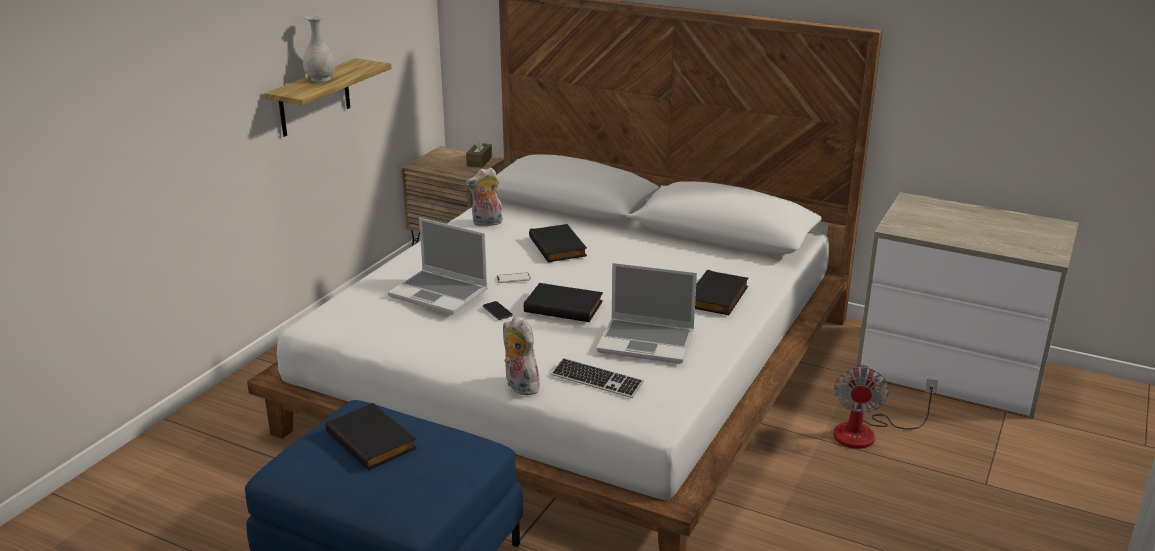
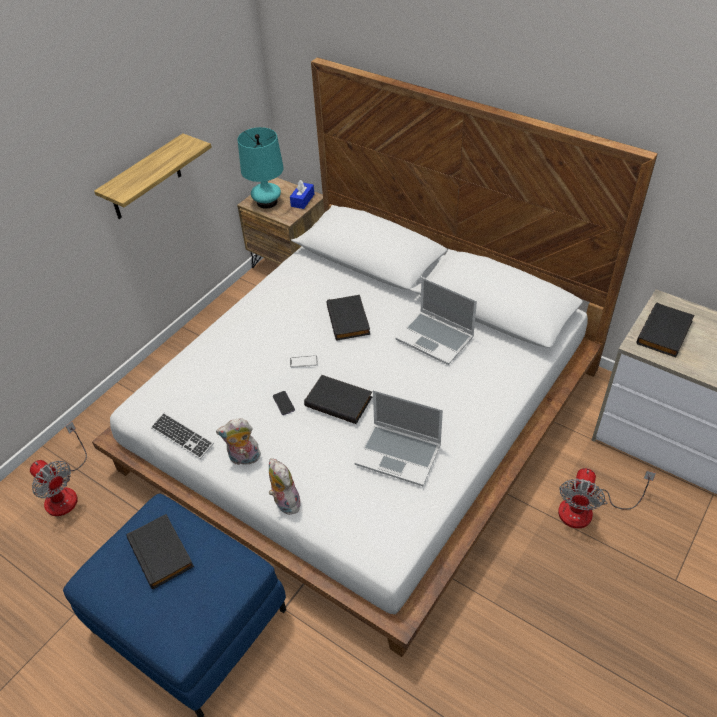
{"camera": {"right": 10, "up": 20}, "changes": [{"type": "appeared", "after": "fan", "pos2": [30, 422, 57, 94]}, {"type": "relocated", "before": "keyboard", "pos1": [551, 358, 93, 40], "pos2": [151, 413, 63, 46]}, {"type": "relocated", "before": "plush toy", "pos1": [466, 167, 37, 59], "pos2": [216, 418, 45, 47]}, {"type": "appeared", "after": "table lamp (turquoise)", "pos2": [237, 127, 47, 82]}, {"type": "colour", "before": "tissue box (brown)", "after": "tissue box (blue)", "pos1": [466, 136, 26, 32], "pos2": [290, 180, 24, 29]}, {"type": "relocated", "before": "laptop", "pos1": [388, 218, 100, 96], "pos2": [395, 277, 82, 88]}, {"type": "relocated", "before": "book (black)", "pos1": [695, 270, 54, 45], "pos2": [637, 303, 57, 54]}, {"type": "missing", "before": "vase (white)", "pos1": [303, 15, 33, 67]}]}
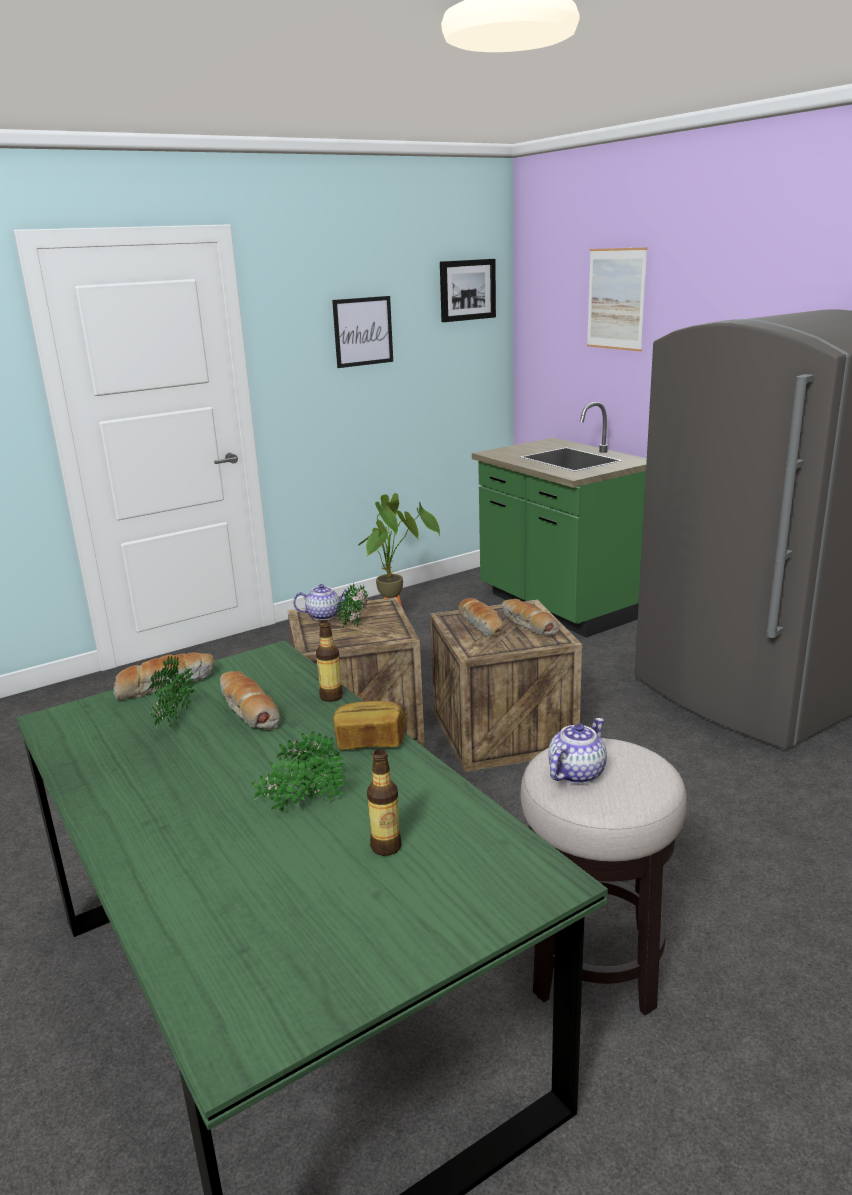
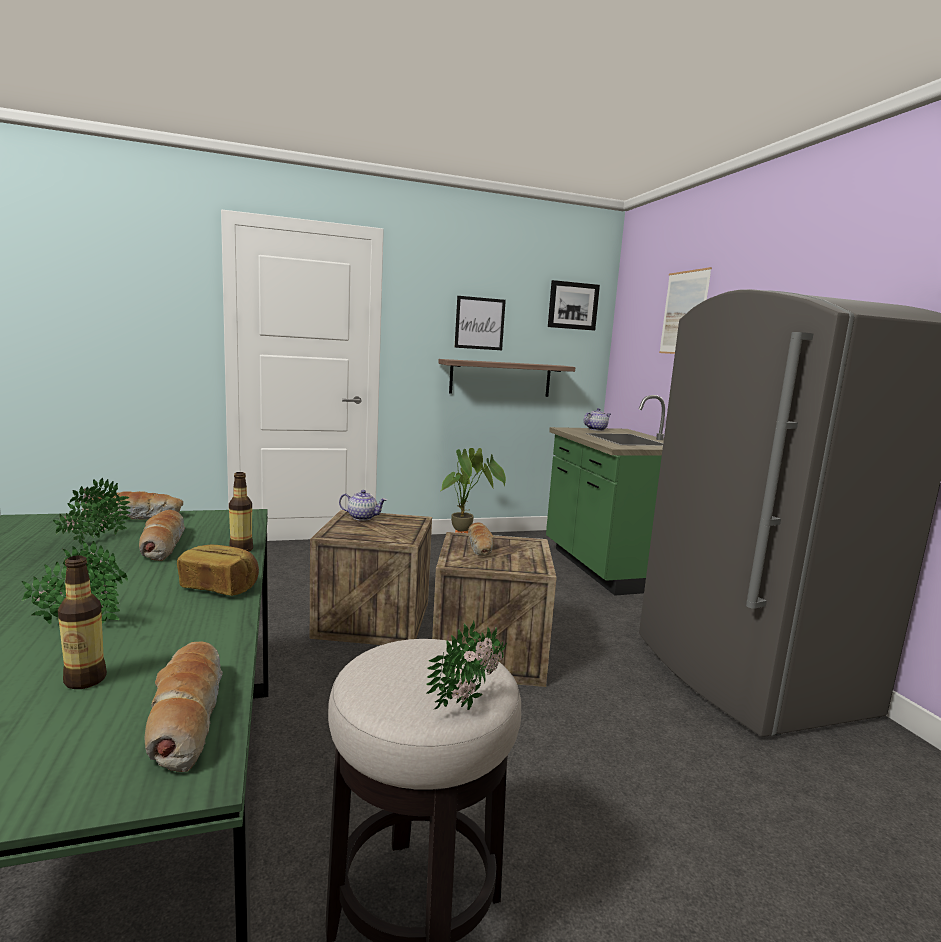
{"camera": {"right": 15, "up": -10}, "changes": [{"type": "relocated", "before": "bread", "pos1": [502, 599, 57, 37], "pos2": [145, 642, 78, 130]}, {"type": "relocated", "before": "potted plant", "pos1": [337, 582, 31, 46], "pos2": [426, 621, 81, 89]}, {"type": "appeared", "after": "shelf", "pos2": [438, 359, 138, 38]}, {"type": "relocated", "before": "teapot", "pos1": [548, 718, 59, 66], "pos2": [584, 408, 27, 23]}]}
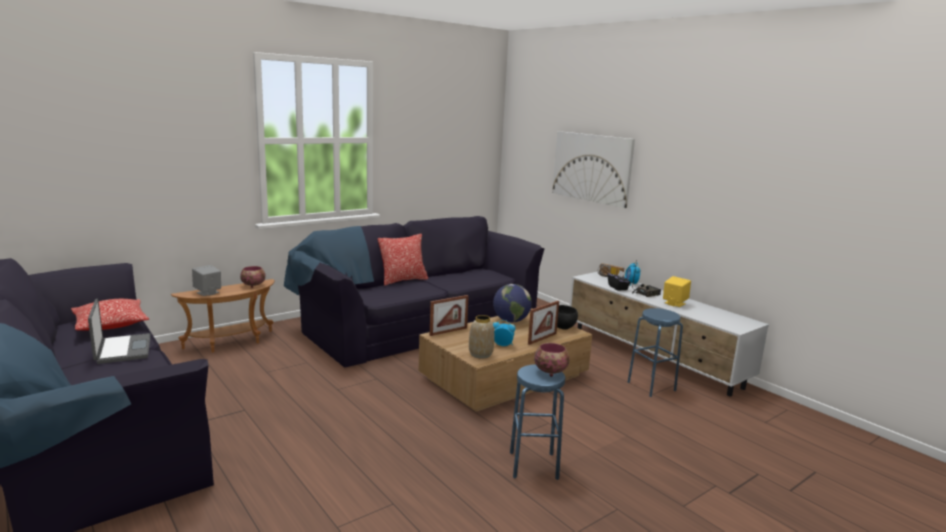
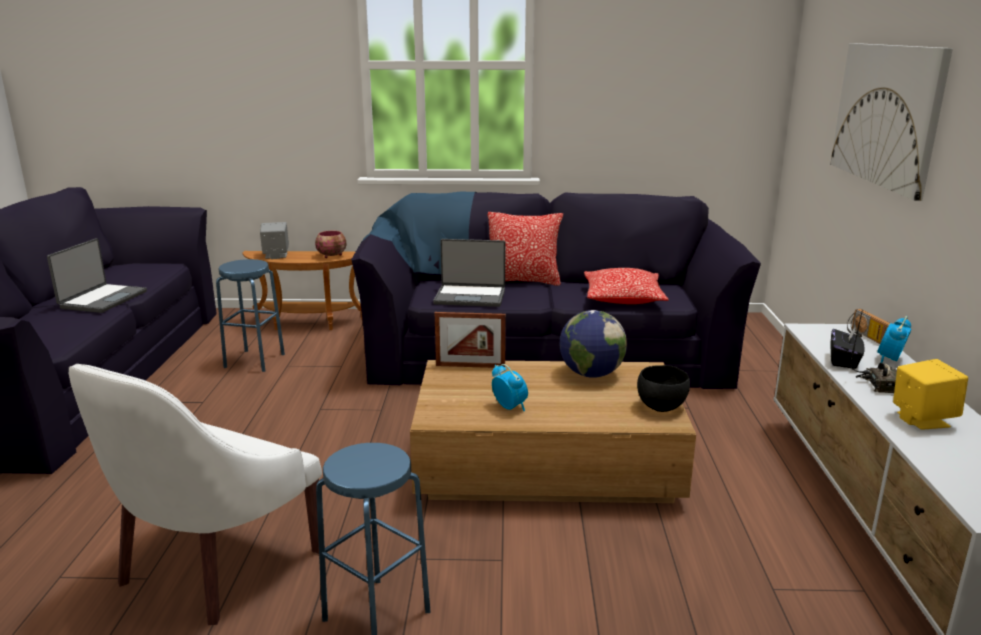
{"camera": {"right": 40, "up": 5}, "changes": [{"type": "appeared", "after": "armchair (white)", "pos2": [69, 364, 253, 261]}, {"type": "relocated", "before": "stool (blue)", "pos1": [627, 308, 56, 89], "pos2": [216, 259, 69, 113]}, {"type": "appeared", "after": "laptop", "pos2": [433, 239, 73, 68]}, {"type": "relocated", "before": "pillow", "pos1": [71, 299, 78, 32], "pos2": [584, 268, 85, 36]}, {"type": "missing", "before": "vase", "pos1": [469, 315, 25, 44]}, {"type": "missing", "before": "picture frame", "pos1": [528, 301, 31, 44]}, {"type": "missing", "before": "bowl", "pos1": [534, 343, 36, 34]}]}
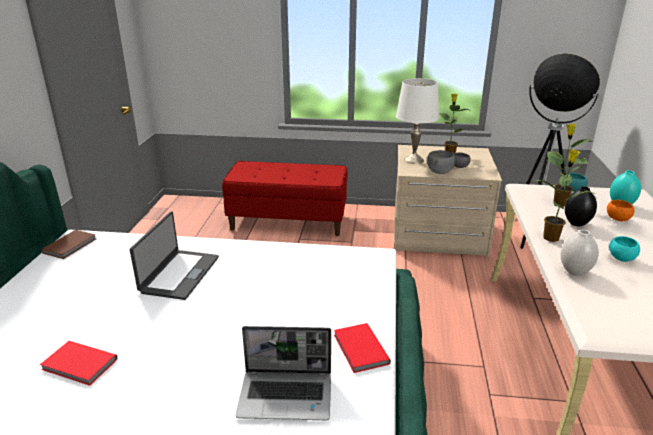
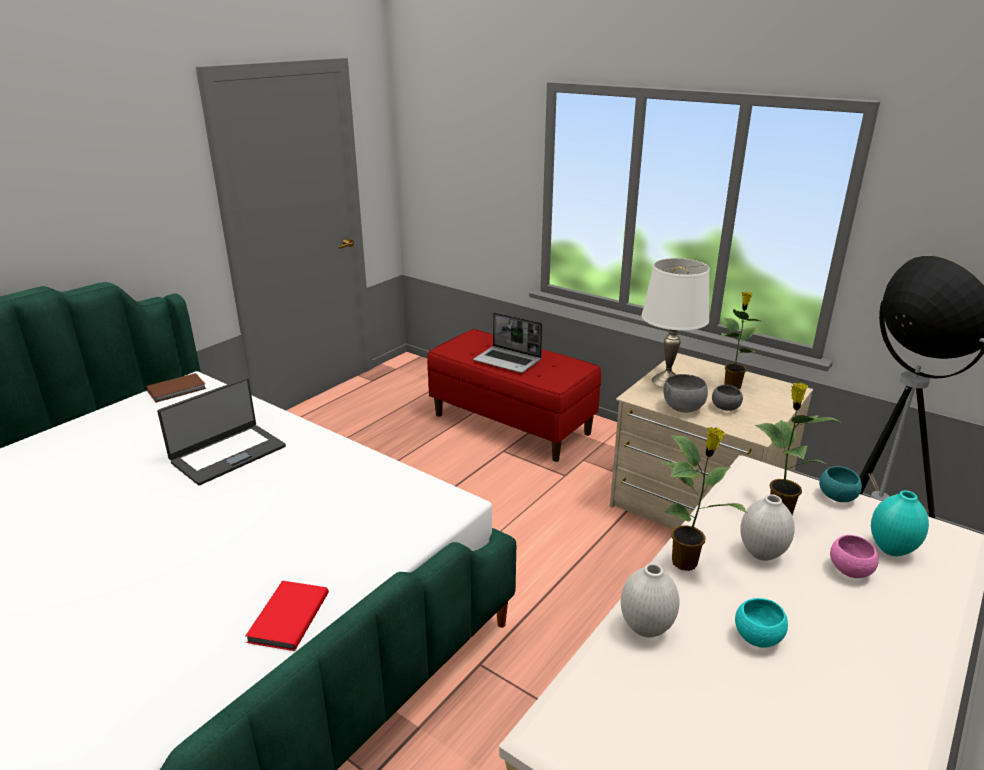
{"camera": {"right": 30, "up": 0}, "changes": [{"type": "relocated", "before": "laptop", "pos1": [236, 326, 95, 94], "pos2": [473, 312, 70, 61]}, {"type": "colour", "before": "vase (black)", "after": "vase (white)", "pos1": [565, 186, 32, 41], "pos2": [741, 494, 54, 67]}, {"type": "colour", "before": "bowl (orange)", "after": "bowl (pink)", "pos1": [607, 200, 28, 21], "pos2": [830, 535, 49, 43]}, {"type": "missing", "before": "book (red)", "pos1": [40, 341, 78, 45]}]}
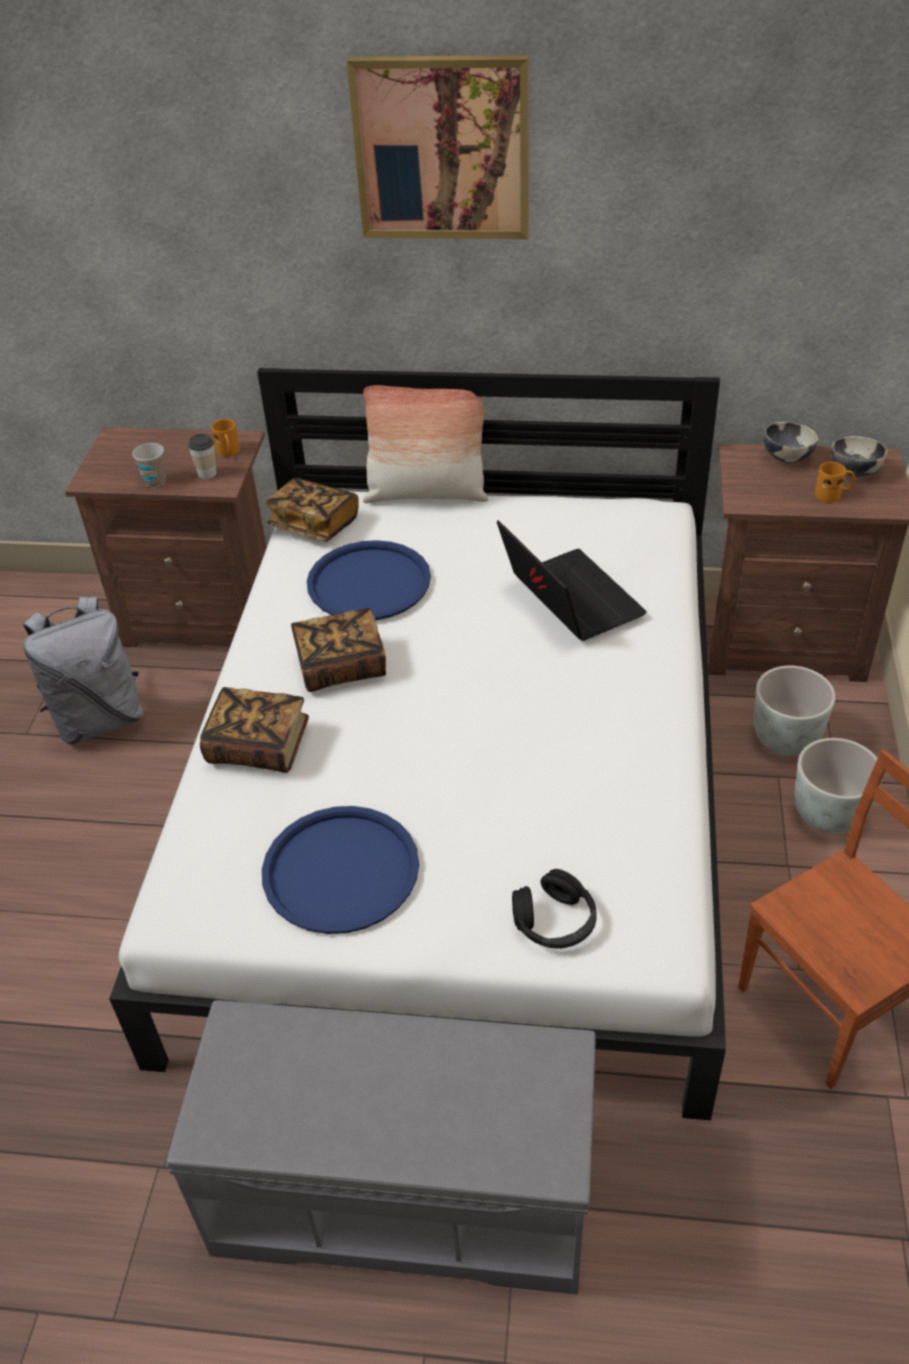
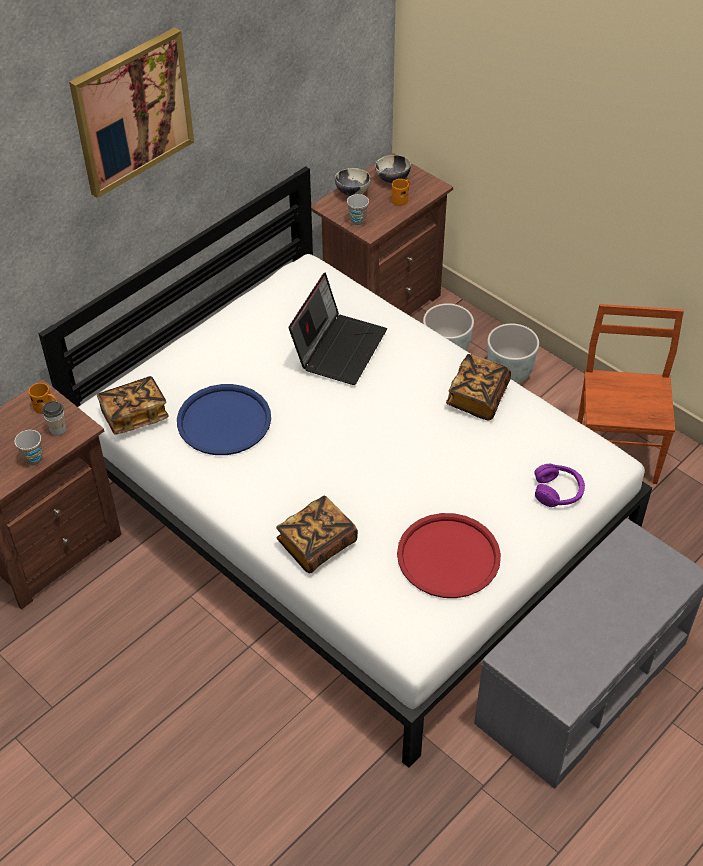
{"camera": {"right": -55, "up": 5}, "changes": [{"type": "spun", "before": "laptop", "pos1": [497, 520, 150, 121], "pos2": [289, 273, 98, 112], "turn": 105}, {"type": "appeared", "after": "cup", "pos2": [347, 194, 22, 32]}, {"type": "colour", "before": "tray (blue)", "after": "tray (red)", "pos1": [262, 806, 157, 128], "pos2": [397, 513, 104, 85]}, {"type": "relocated", "before": "book", "pos1": [291, 608, 95, 84], "pos2": [446, 354, 65, 66]}, {"type": "colour", "before": "headphones (black)", "after": "headphones (purple)", "pos1": [512, 869, 85, 80], "pos2": [534, 464, 51, 43]}, {"type": "missing", "before": "backpack (grey)", "pos1": [23, 597, 120, 147]}, {"type": "missing", "before": "pillow", "pos1": [363, 385, 126, 118]}]}
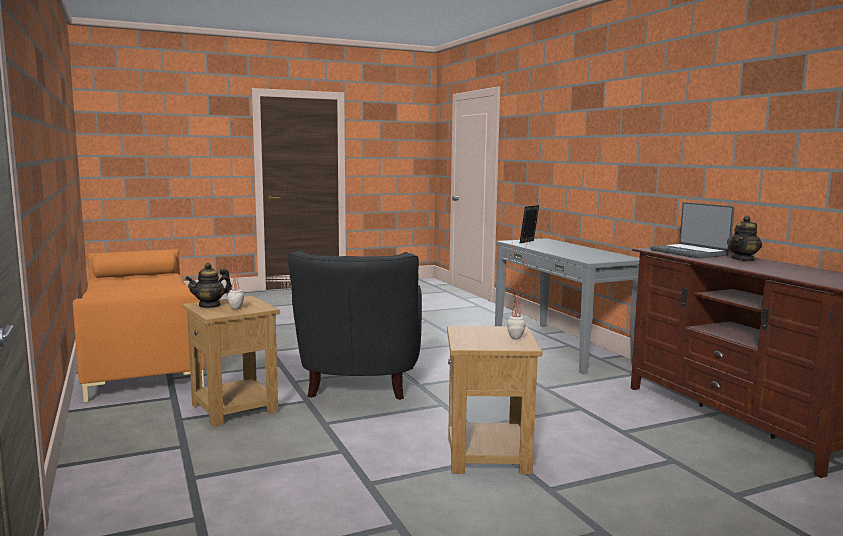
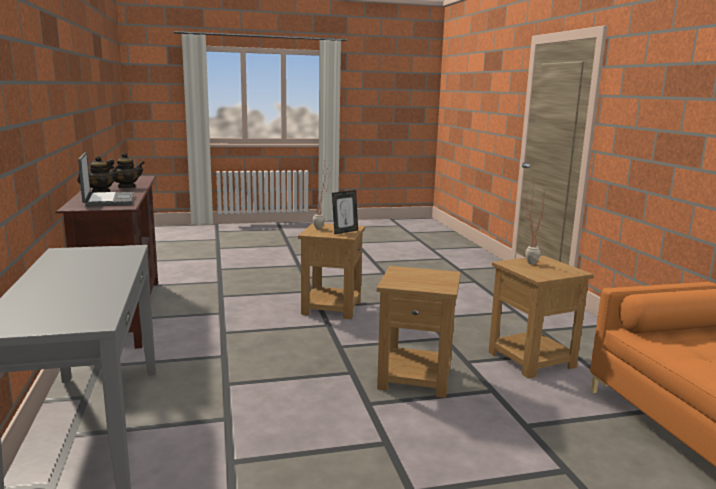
{"camera": {"right": -170, "up": 5}, "changes": [{"type": "relocated", "before": "teapot", "pos1": [185, 263, 47, 45], "pos2": [107, 153, 37, 35]}, {"type": "relocated", "before": "picture frame", "pos1": [520, 205, 19, 38], "pos2": [332, 190, 26, 45]}, {"type": "exchanged", "before": "armchair (black)", "after": "side table (brown)", "pos1": [288, 250, 134, 150], "pos2": [377, 266, 84, 132]}]}
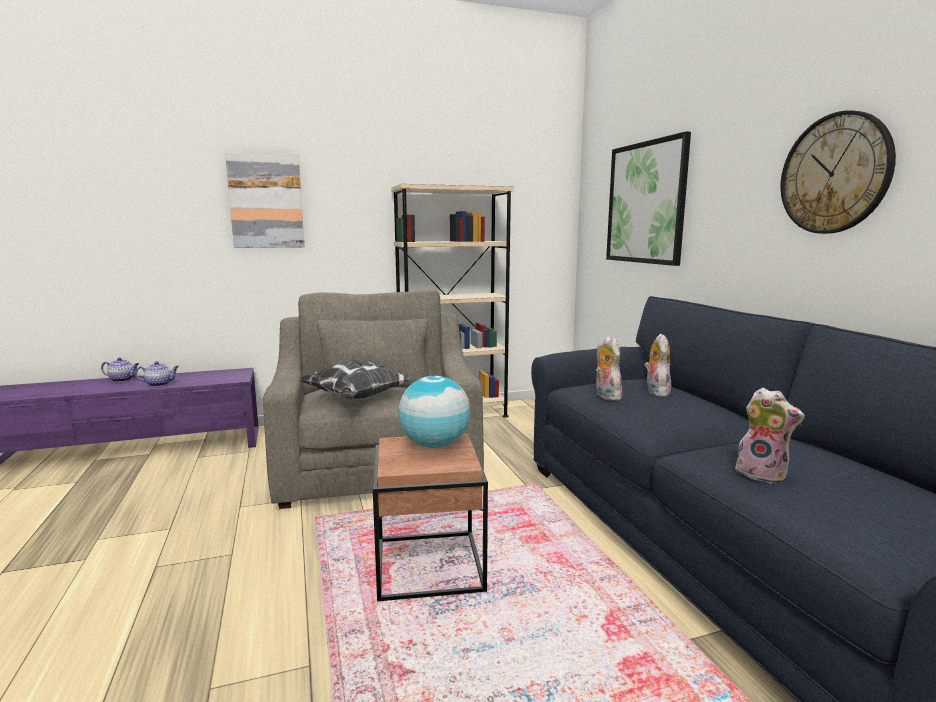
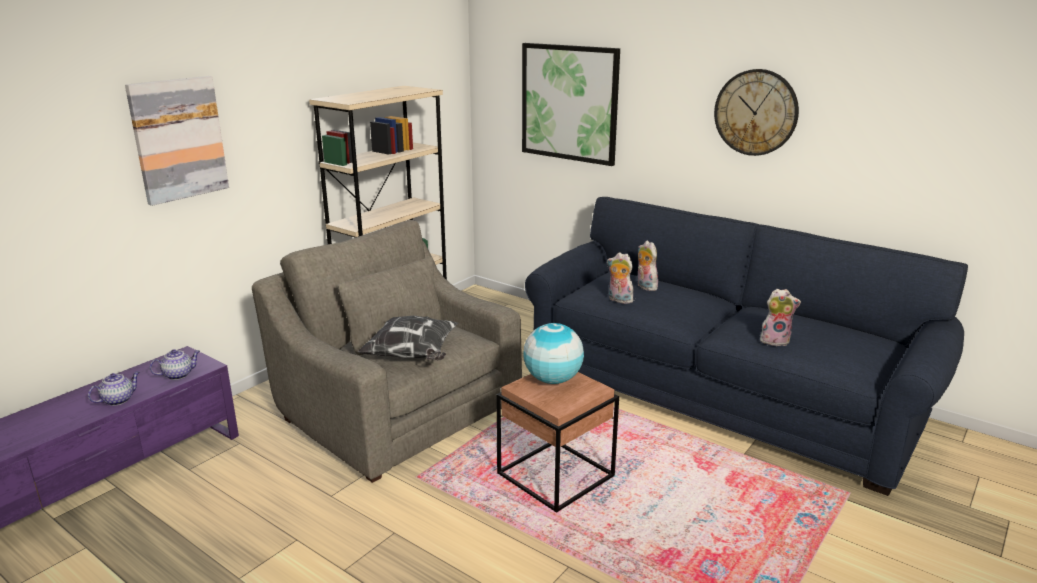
{"camera": {"right": -35, "up": 10}, "changes": [{"type": "relocated", "before": "teapot", "pos1": [101, 358, 38, 24], "pos2": [150, 349, 50, 31]}]}
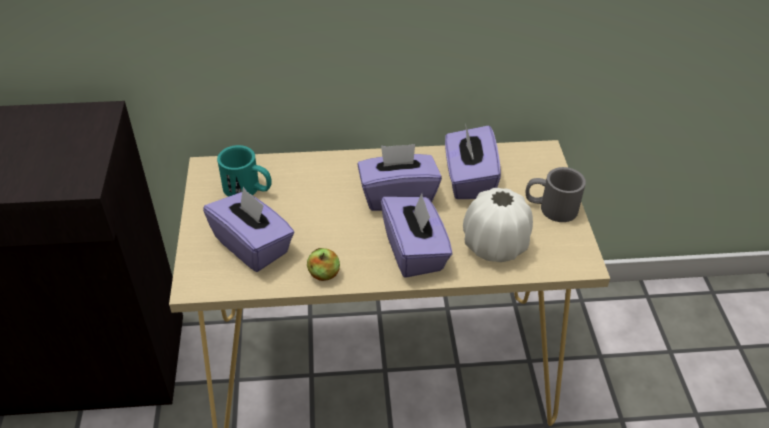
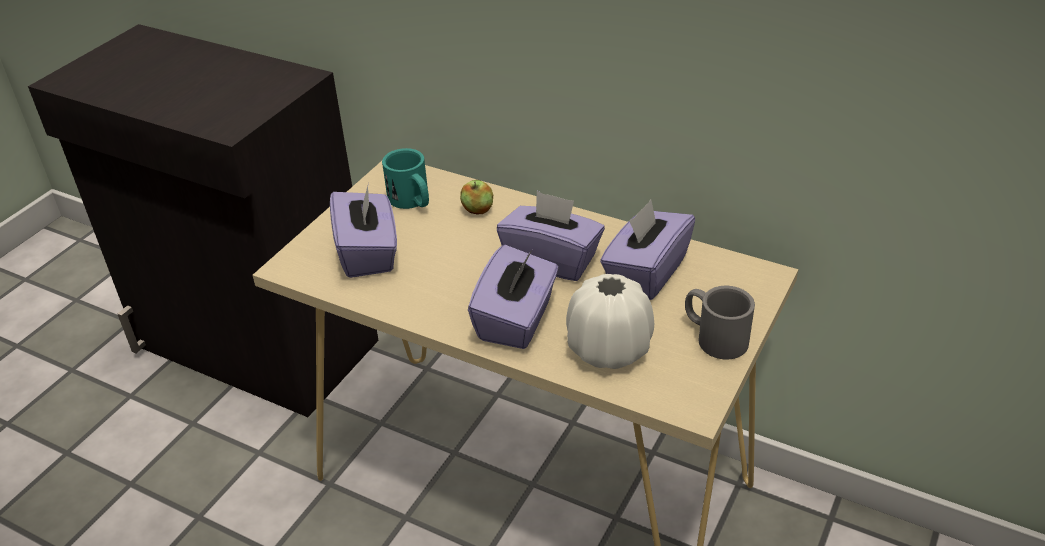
{"camera": {"right": 35, "up": -5}, "changes": [{"type": "relocated", "before": "apple", "pos1": [307, 248, 33, 33], "pos2": [460, 180, 33, 35]}]}
